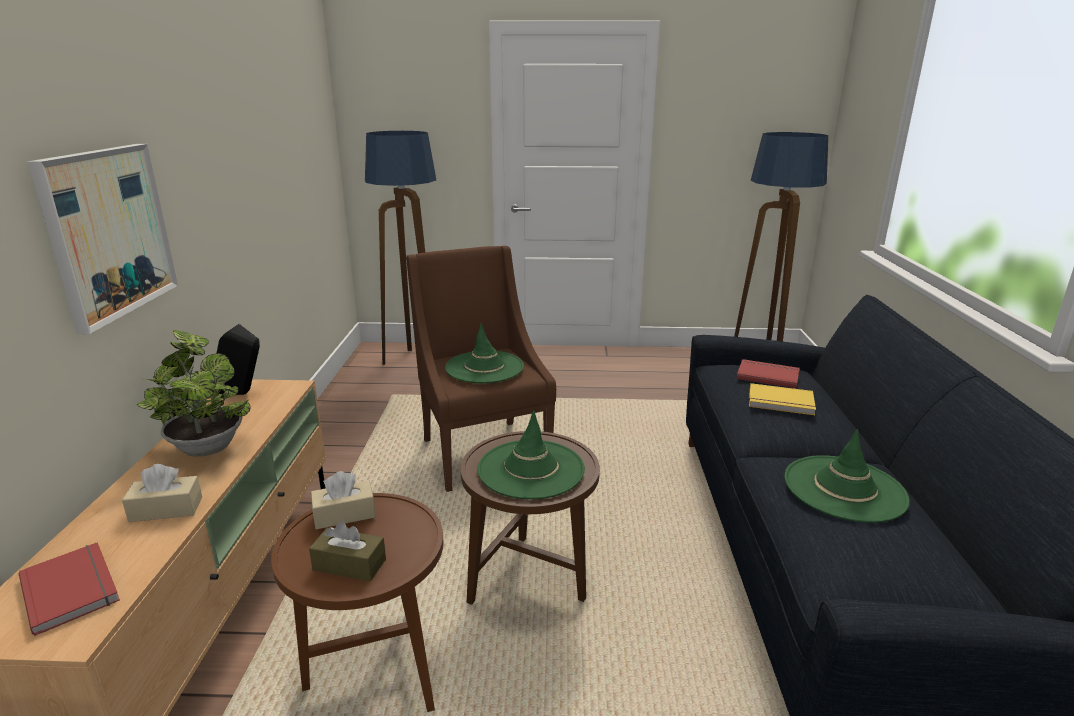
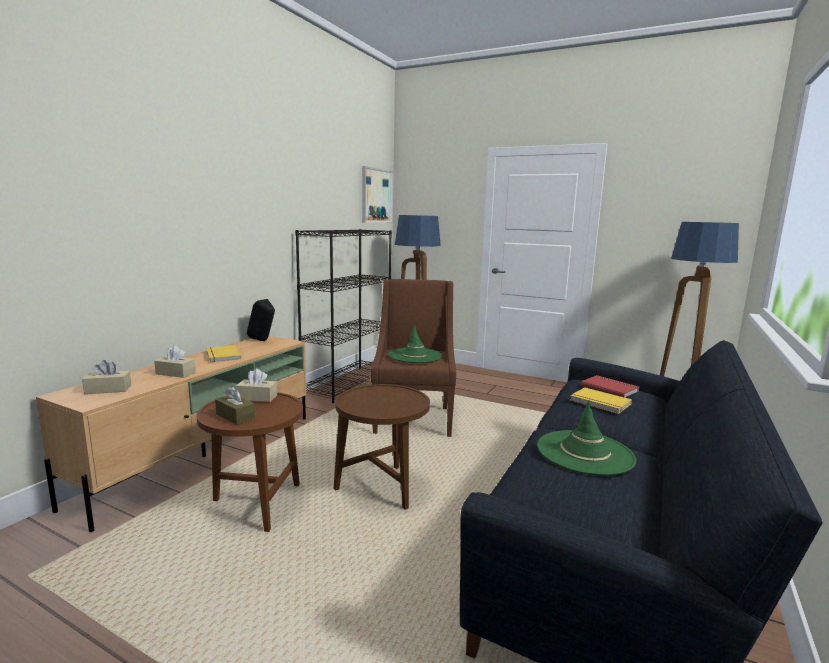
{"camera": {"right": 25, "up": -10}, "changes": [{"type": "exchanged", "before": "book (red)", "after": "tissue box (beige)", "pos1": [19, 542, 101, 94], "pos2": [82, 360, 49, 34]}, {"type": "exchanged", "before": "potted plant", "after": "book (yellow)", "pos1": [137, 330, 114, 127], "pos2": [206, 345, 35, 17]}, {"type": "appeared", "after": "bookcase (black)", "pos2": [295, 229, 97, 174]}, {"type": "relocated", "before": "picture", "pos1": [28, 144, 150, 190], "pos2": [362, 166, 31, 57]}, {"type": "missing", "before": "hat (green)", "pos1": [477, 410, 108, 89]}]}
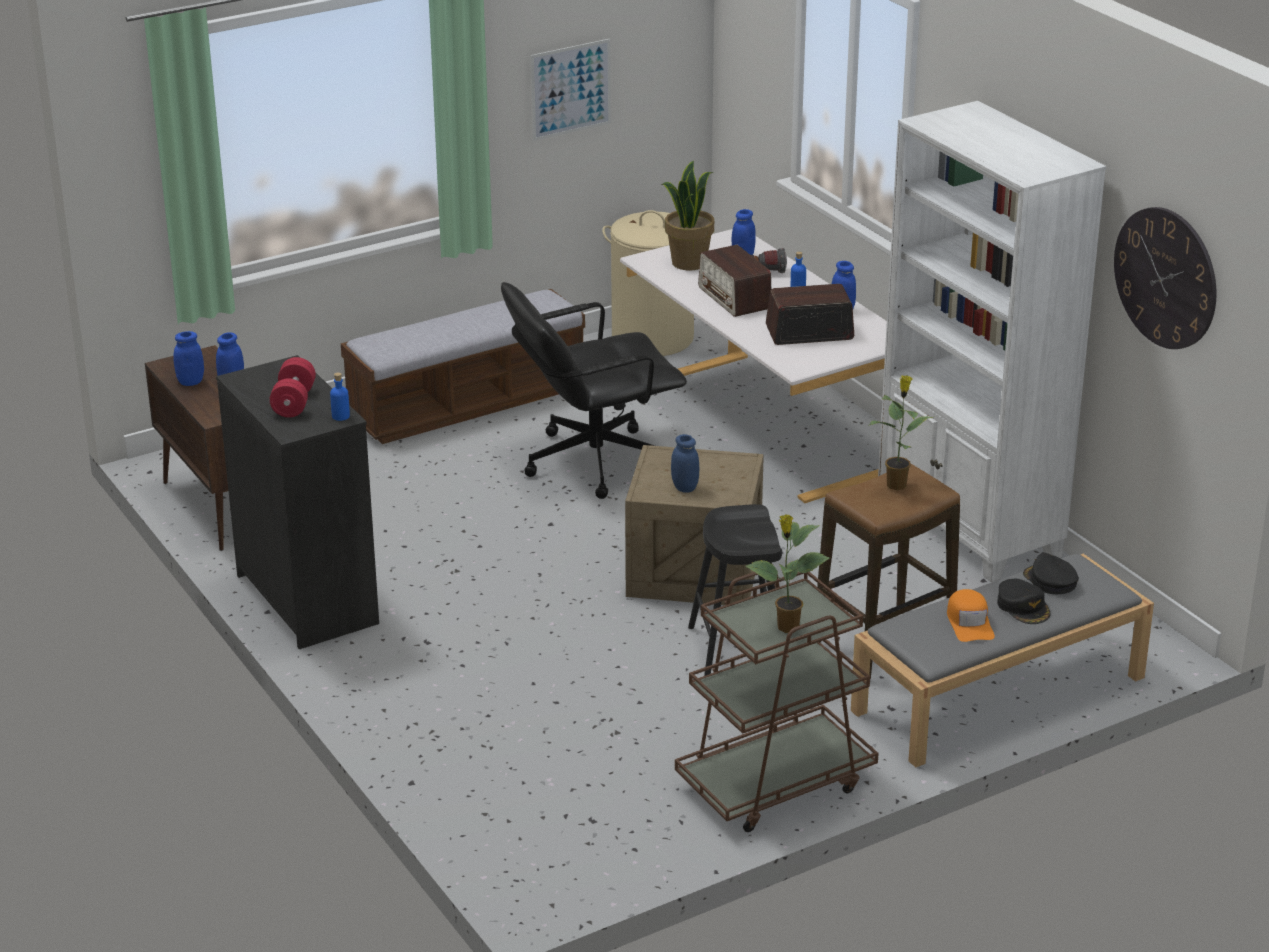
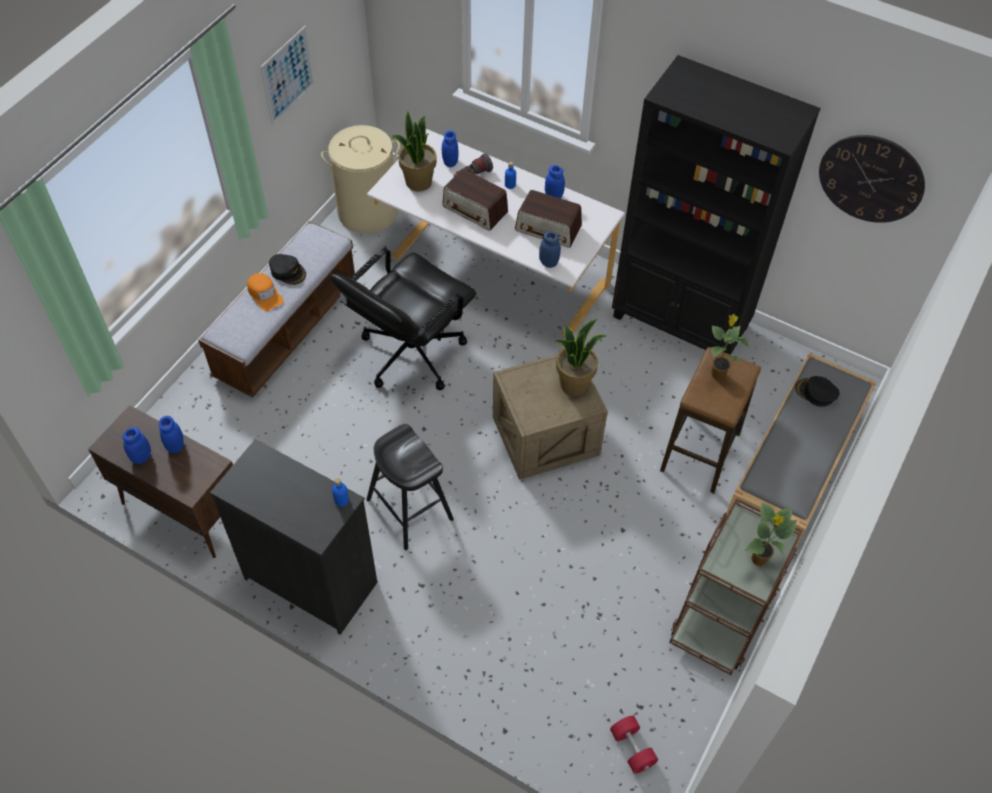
{"camera": {"right": -30, "up": 25}, "changes": [{"type": "relocated", "before": "cap (orange)", "pos1": [947, 589, 48, 53], "pos2": [247, 273, 37, 38]}, {"type": "relocated", "before": "cap (black)", "pos1": [997, 579, 53, 45], "pos2": [269, 254, 37, 31]}, {"type": "relocated", "before": "stool (black)", "pos1": [688, 504, 94, 172], "pos2": [366, 424, 88, 126]}, {"type": "spun", "before": "radio", "pos1": [766, 284, 88, 61], "pos2": [515, 190, 67, 58], "turn": -120}, {"type": "relocated", "before": "jar (blue)", "pos1": [671, 434, 28, 59], "pos2": [539, 232, 22, 36]}, {"type": "appeared", "after": "potted plant", "pos2": [554, 319, 52, 77]}, {"type": "relocated", "before": "dumbbell (red)", "pos1": [269, 357, 47, 60], "pos2": [610, 716, 48, 58]}, {"type": "colour", "before": "bookcase (white)", "after": "bookcase (black)", "pos1": [878, 101, 228, 481], "pos2": [612, 55, 209, 300]}]}
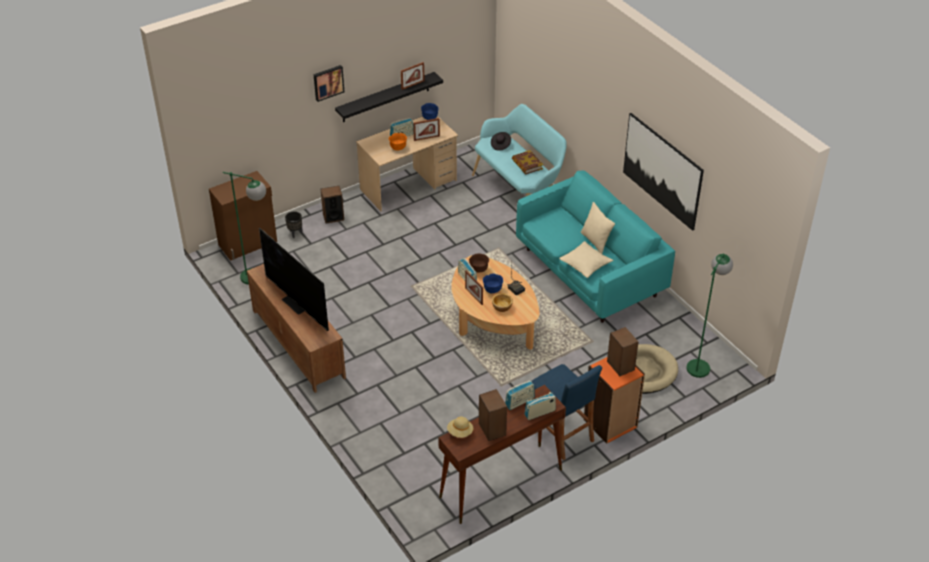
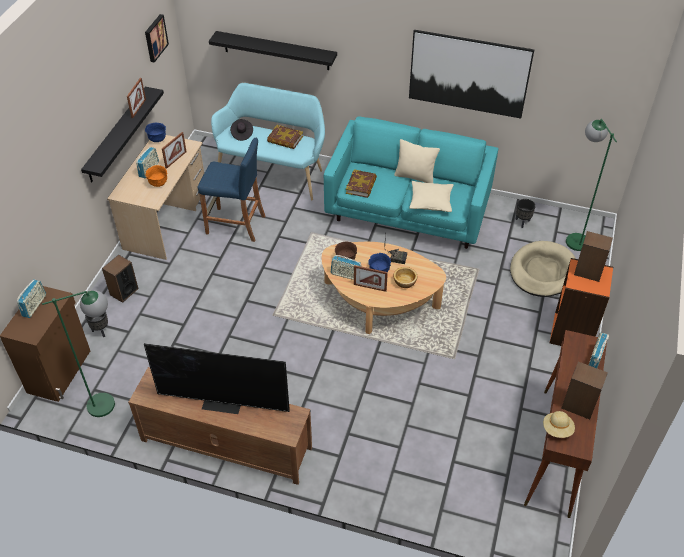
{"camera": {"right": -40, "up": 5}, "changes": [{"type": "relocated", "before": "radio", "pos1": [505, 380, 30, 30], "pos2": [17, 279, 29, 39]}, {"type": "relocated", "before": "picture", "pos1": [313, 65, 31, 37], "pos2": [145, 14, 24, 49]}, {"type": "relocated", "before": "stool (blue)", "pos1": [531, 364, 71, 96], "pos2": [197, 138, 68, 104]}, {"type": "appeared", "after": "shelf (black)", "pos2": [209, 31, 128, 39]}, {"type": "appeared", "after": "book", "pos2": [346, 169, 31, 29]}, {"type": "appeared", "after": "planter (black)", "pos2": [516, 199, 20, 29]}]}
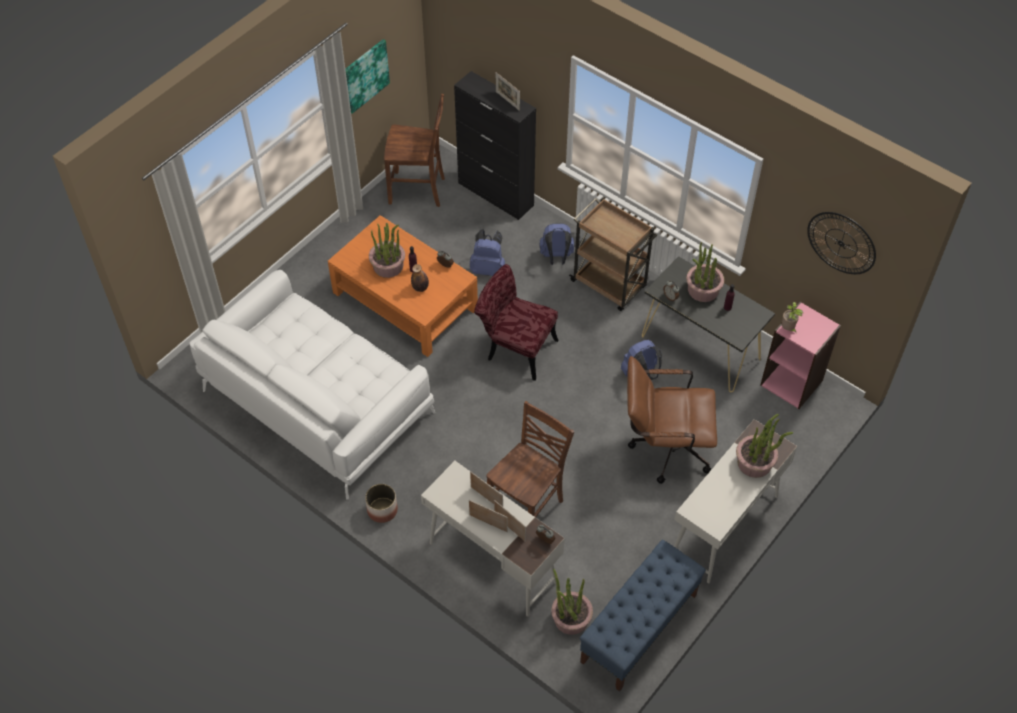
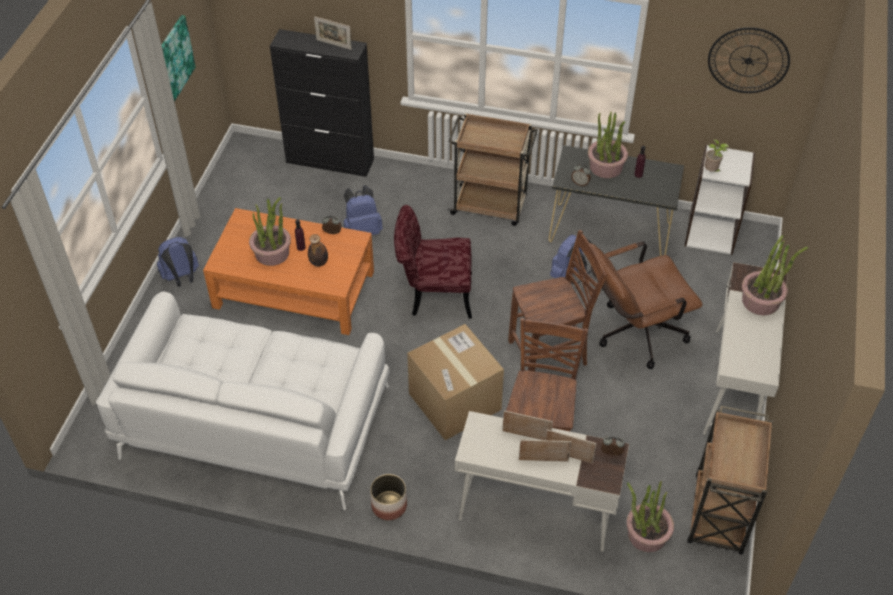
{"camera": {"right": -25, "up": -5}, "changes": [{"type": "relocated", "before": "backpack (blue)", "pos1": [539, 223, 35, 42], "pos2": [157, 237, 42, 50]}, {"type": "appeared", "after": "cardboard box", "pos2": [407, 324, 97, 116]}, {"type": "relocated", "before": "chair (brown)", "pos1": [384, 94, 61, 113], "pos2": [508, 230, 99, 141]}, {"type": "colour", "before": "bookcase (pink)", "after": "bookcase (white)", "pos1": [760, 302, 81, 107], "pos2": [685, 145, 70, 110]}, {"type": "exchanged", "before": "bench (blue)", "after": "cart (brown)", "pos1": [580, 540, 126, 152], "pos2": [687, 406, 86, 149]}]}
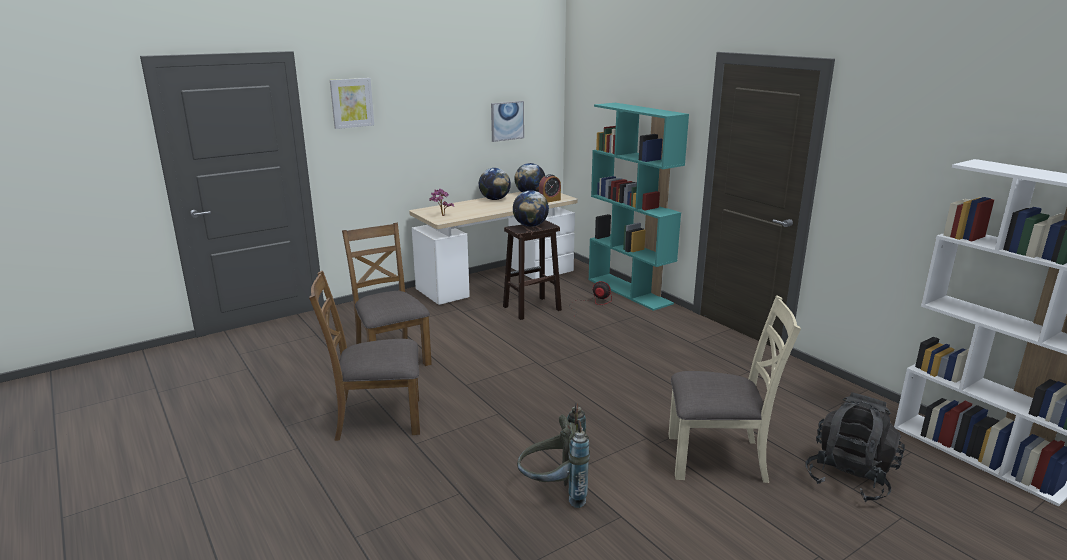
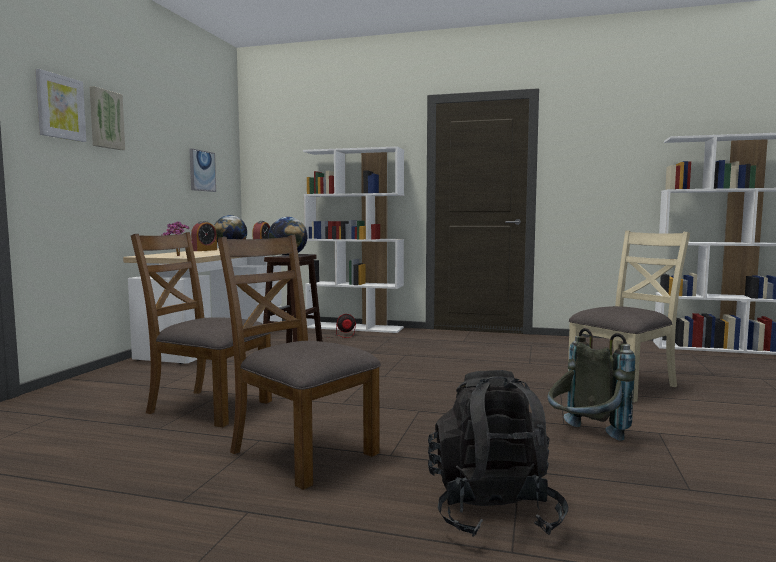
{"camera": {"right": -40, "up": -15}, "changes": [{"type": "appeared", "after": "picture", "pos2": [90, 86, 35, 64]}, {"type": "exchanged", "before": "globe", "after": "alarm clock", "pos1": [479, 168, 32, 32], "pos2": [191, 221, 26, 30]}, {"type": "spun", "before": "chair (brown)", "pos1": [309, 271, 111, 170], "pos2": [217, 235, 164, 255], "turn": 90}, {"type": "colour", "before": "bookcase (turquoise)", "after": "bookcase (white)", "pos1": [589, 103, 100, 208], "pos2": [303, 146, 101, 187]}, {"type": "relocated", "before": "backpack (black)", "pos1": [805, 392, 100, 110], "pos2": [428, 370, 140, 166]}]}
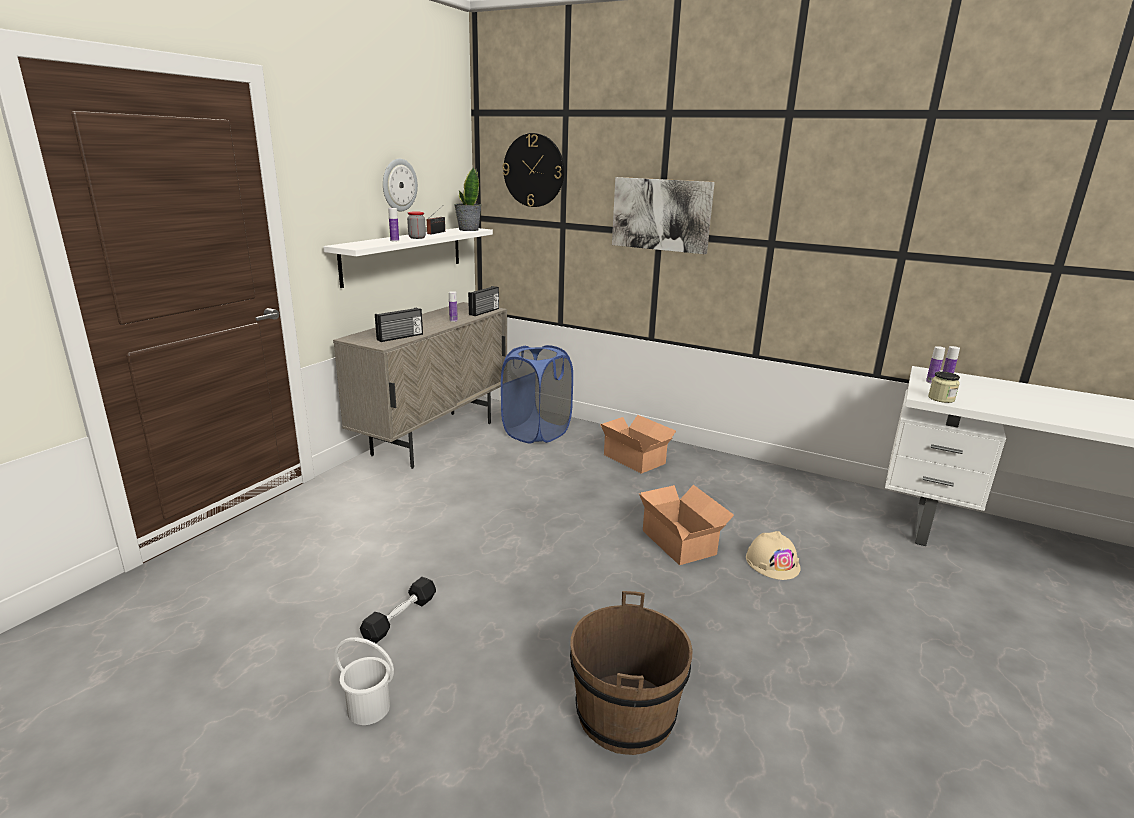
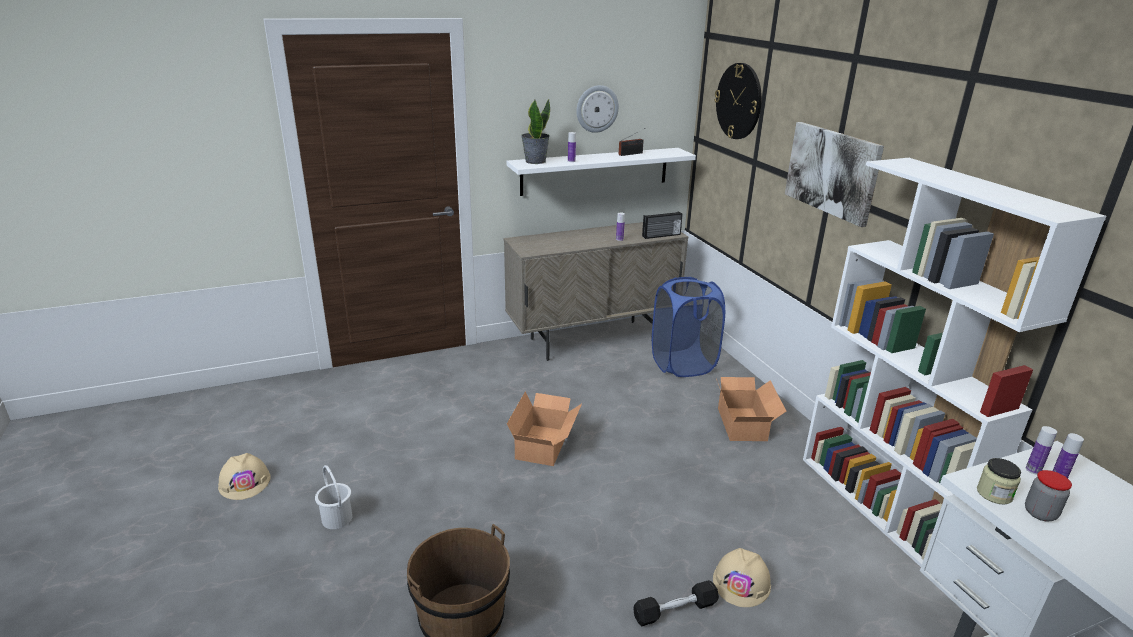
{"camera": {"right": 40, "up": 5}, "changes": [{"type": "appeared", "after": "hard hat (beige)", "pos2": [218, 453, 53, 47]}, {"type": "relocated", "before": "cardboard box", "pos1": [639, 485, 95, 80], "pos2": [507, 392, 75, 74]}, {"type": "relocated", "before": "potted plant", "pos1": [454, 167, 27, 64], "pos2": [521, 99, 29, 65]}, {"type": "relocated", "before": "dumbbell (black)", "pos1": [360, 577, 76, 66], "pos2": [633, 580, 86, 46]}, {"type": "appeared", "after": "bookcase (white)", "pos2": [803, 158, 303, 409]}, {"type": "relocated", "before": "jar", "pos1": [407, 211, 19, 28], "pos2": [1025, 470, 47, 51]}, {"type": "missing", "before": "radio", "pos1": [375, 308, 48, 34]}]}
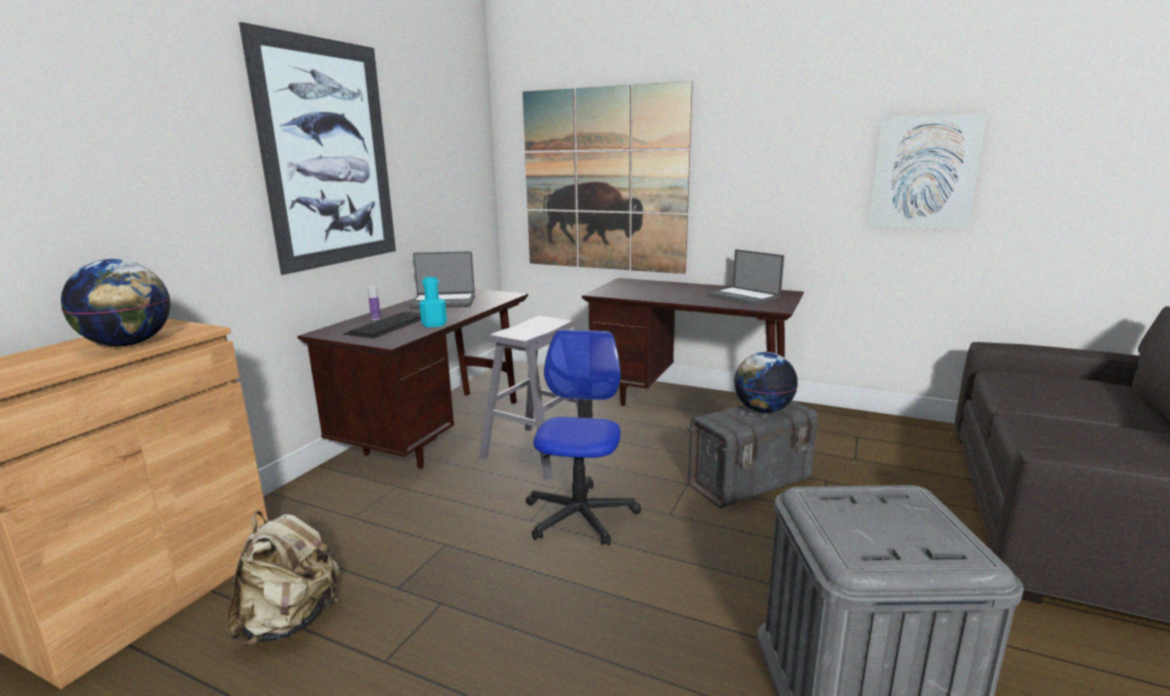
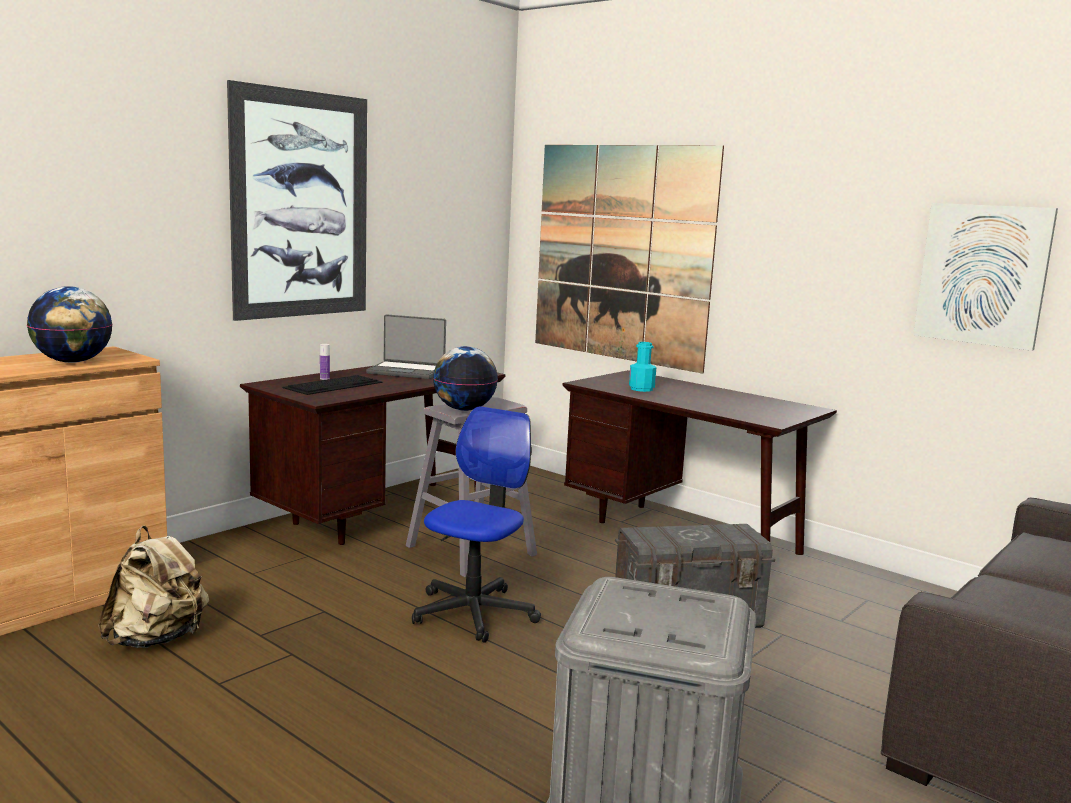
{"camera": {"right": 15, "up": -5}, "changes": [{"type": "relocated", "before": "globe", "pos1": [734, 352, 64, 61], "pos2": [433, 346, 65, 65]}, {"type": "relocated", "before": "bottle (turquoise)", "pos1": [419, 277, 28, 50], "pos2": [629, 342, 27, 50]}, {"type": "missing", "before": "laptop", "pos1": [707, 249, 77, 56]}]}
